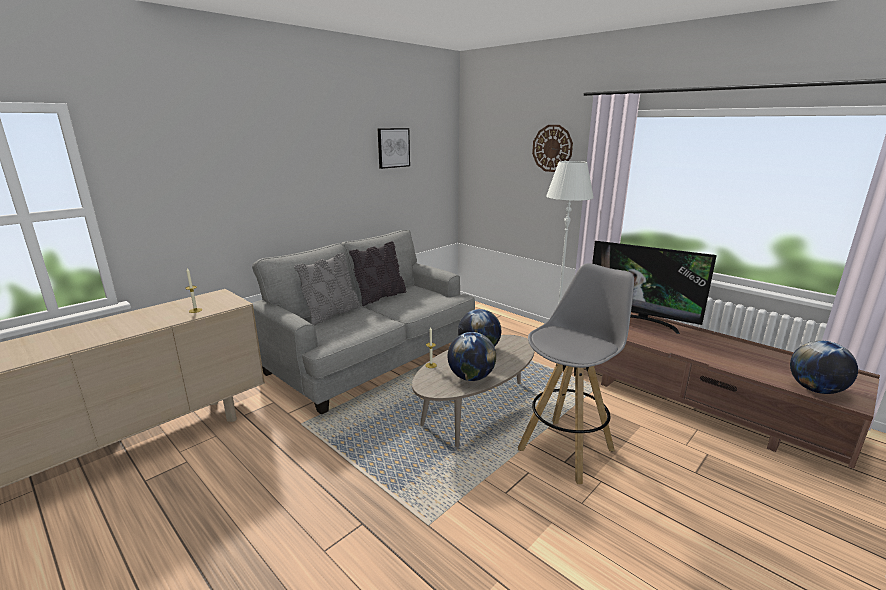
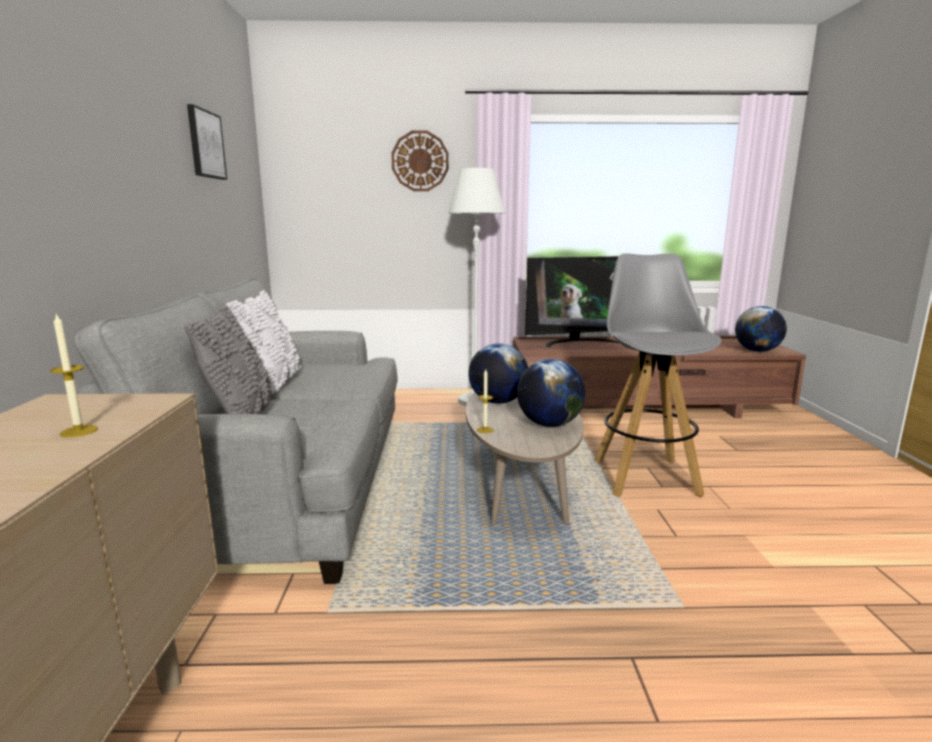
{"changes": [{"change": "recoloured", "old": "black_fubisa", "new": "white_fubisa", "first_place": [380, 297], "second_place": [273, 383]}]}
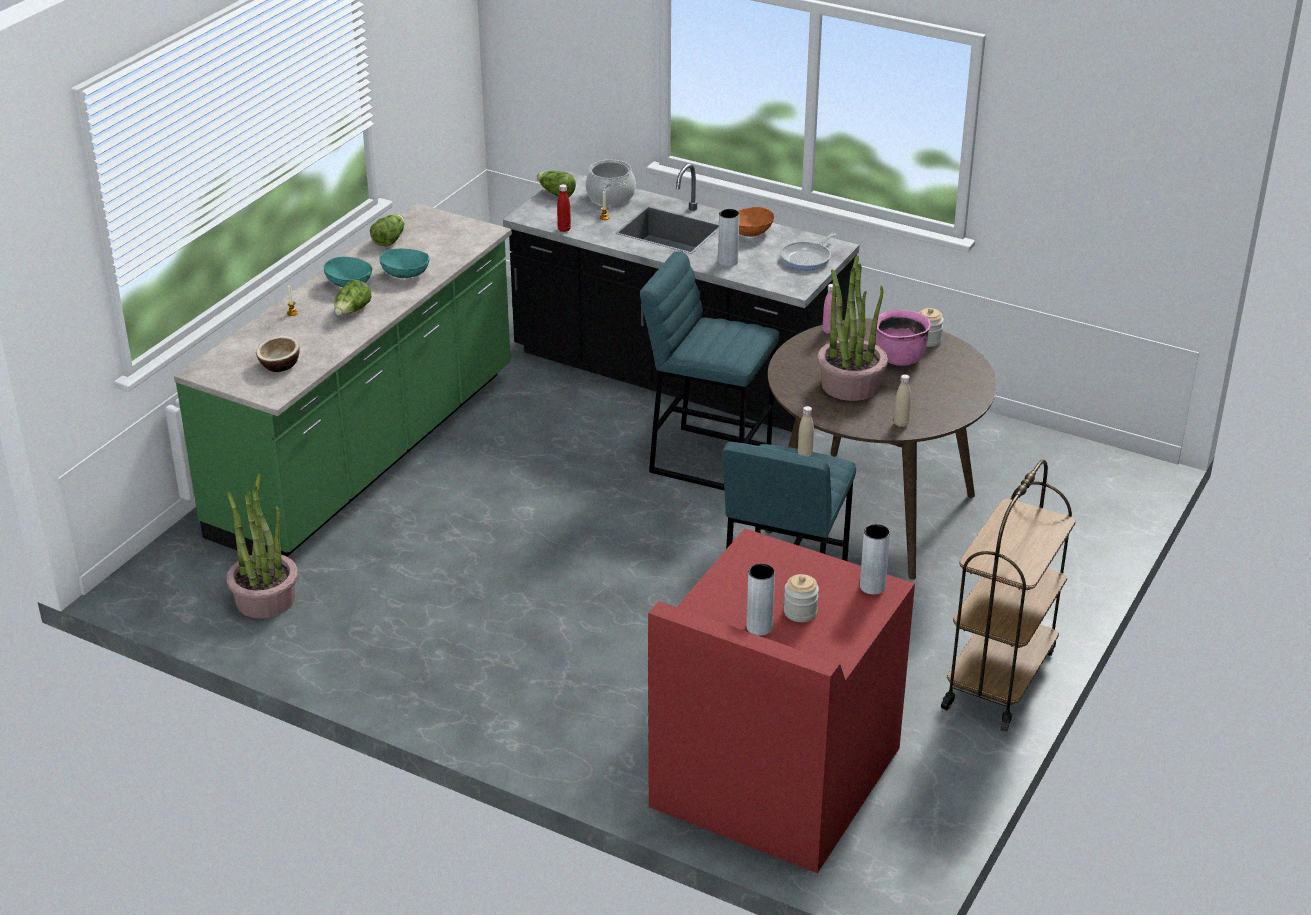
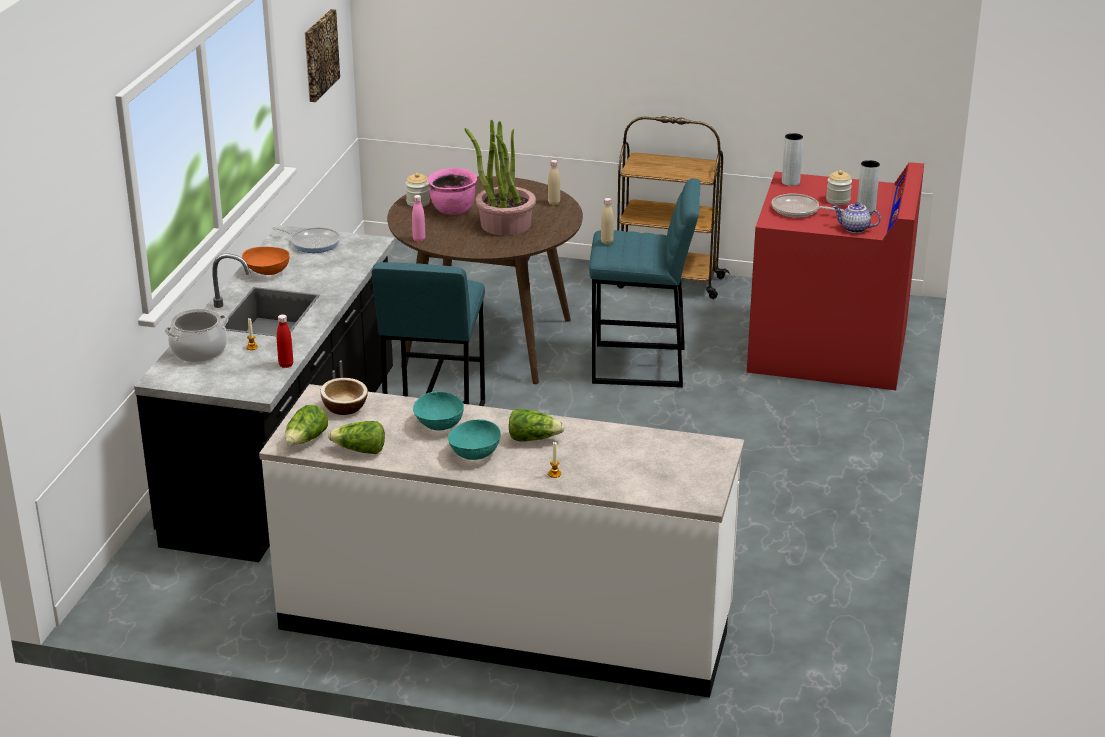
{"changes": [{"change": "removed", "old": "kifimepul", "first_place": [265, 599]}, {"change": "removed", "old": "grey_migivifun", "first_place": [728, 261]}, {"change": "added", "new": "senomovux", "second_place": [319, 55]}, {"change": "added", "new": "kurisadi", "second_place": [798, 210]}, {"change": "added", "new": "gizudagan", "second_place": [854, 229]}, {"change": "moved", "old": "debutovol", "first_place": [280, 365], "second_place": [344, 408]}, {"change": "moved", "old": "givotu", "first_place": [556, 194], "second_place": [306, 440]}, {"change": "recoloured", "old": "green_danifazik", "new": "white_danifazik", "first_place": [368, 455], "second_place": [506, 622]}]}
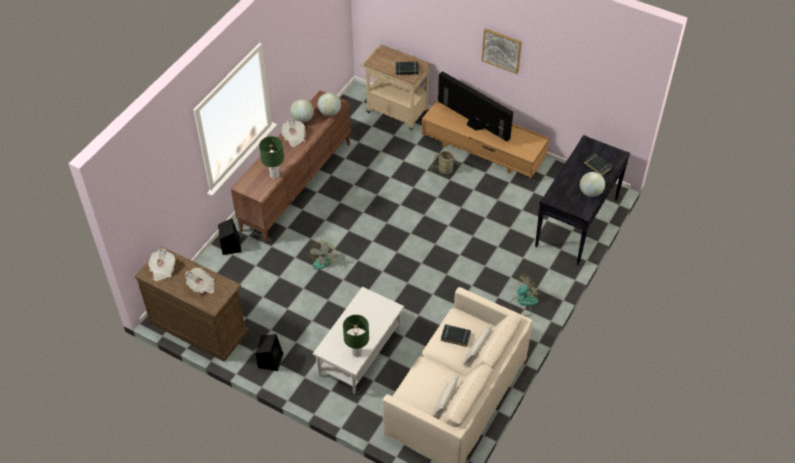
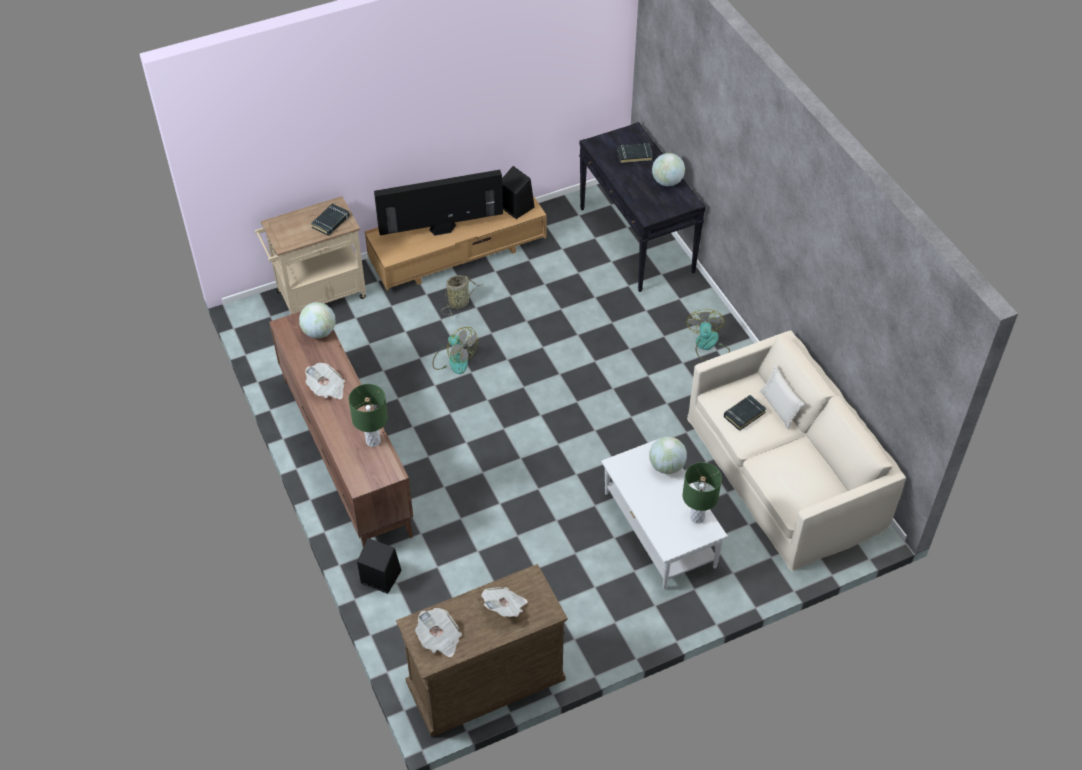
{"changes": [{"change": "removed", "old": "white_fubisa", "first_place": [444, 402]}, {"change": "removed", "old": "senomovux", "first_place": [502, 50]}, {"change": "moved", "old": "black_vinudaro", "first_place": [270, 360], "second_place": [515, 206]}, {"change": "moved", "old": "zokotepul", "first_place": [302, 119], "second_place": [666, 466]}, {"change": "moved", "old": "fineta", "first_place": [322, 259], "second_place": [454, 359]}]}
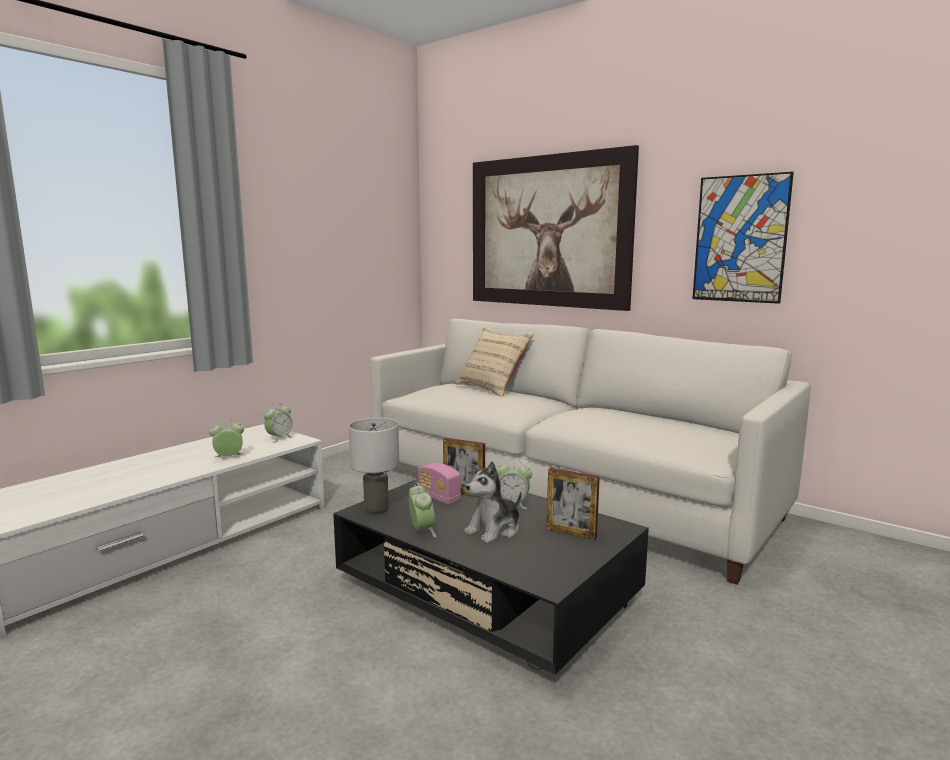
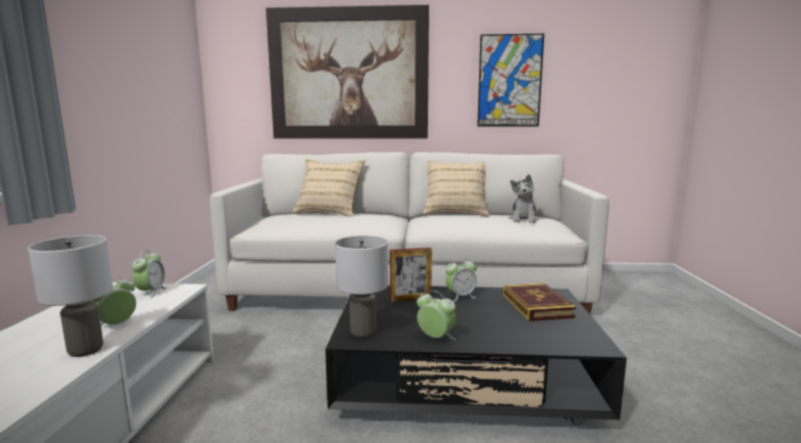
{"changes": [{"change": "removed", "old": "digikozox", "first_place": [439, 498]}, {"change": "added", "new": "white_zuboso", "second_place": [83, 351]}, {"change": "added", "new": "beige_fubisa", "second_place": [455, 212]}, {"change": "moved", "old": "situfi", "first_place": [494, 530], "second_place": [523, 219]}, {"change": "replaced", "old": "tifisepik", "new": "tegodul", "first_place": [571, 533], "second_place": [536, 306]}]}
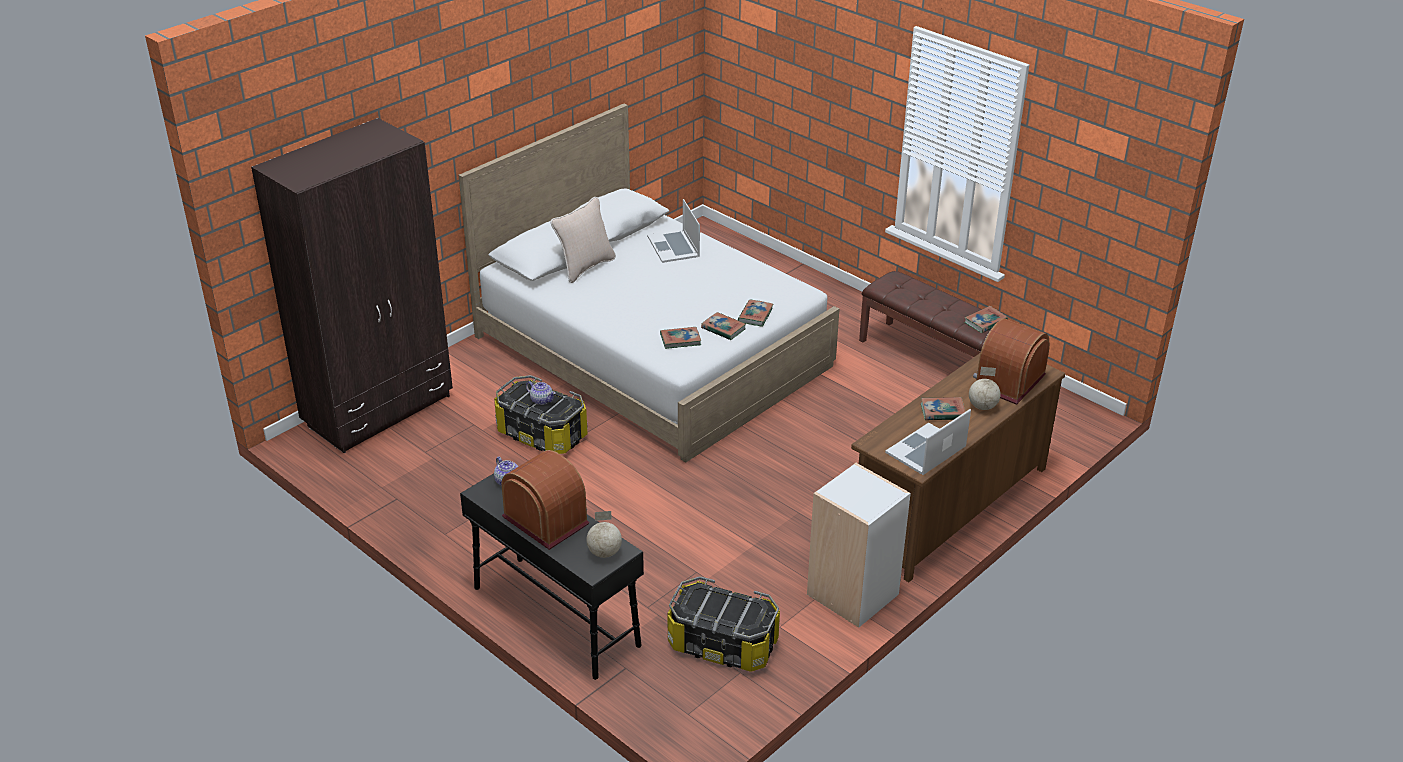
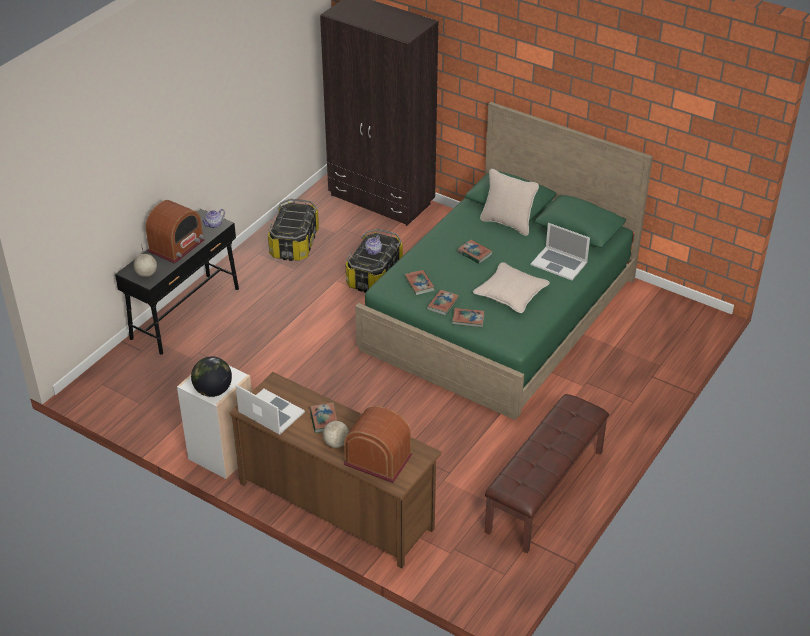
{"changes": [{"change": "added", "new": "zokotepul", "second_place": [213, 391]}, {"change": "added", "new": "beige_fubisa", "second_place": [511, 292]}, {"change": "moved", "old": "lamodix", "first_place": [722, 644], "second_place": [294, 243]}, {"change": "moved", "old": "tegodul", "first_place": [985, 322], "second_place": [474, 253]}, {"change": "recoloured", "old": "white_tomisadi", "new": "green_tomisadi", "first_place": [653, 350], "second_place": [500, 313]}, {"change": "turned", "old": "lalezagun", "first_place": [673, 246], "second_place": [559, 263], "degrees": -120}]}
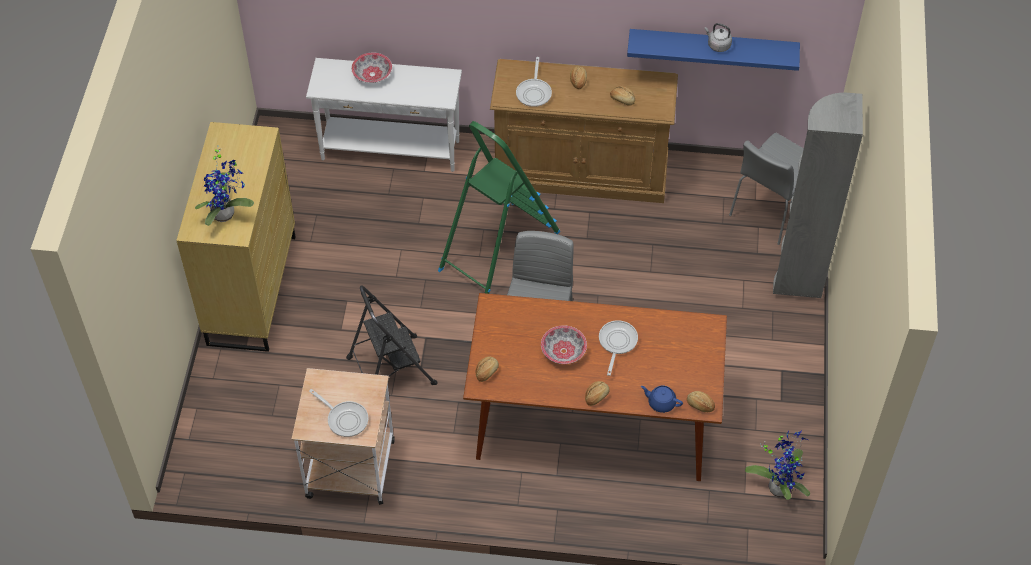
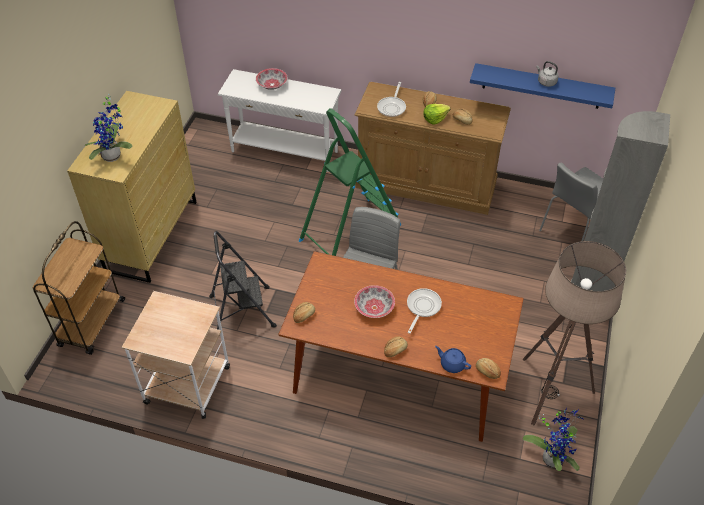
{"changes": [{"change": "removed", "old": "kurisadi", "first_place": [345, 419]}, {"change": "added", "new": "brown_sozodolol", "second_place": [91, 324]}, {"change": "added", "new": "givotu", "second_place": [435, 118]}, {"change": "added", "new": "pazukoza", "second_place": [550, 390]}]}
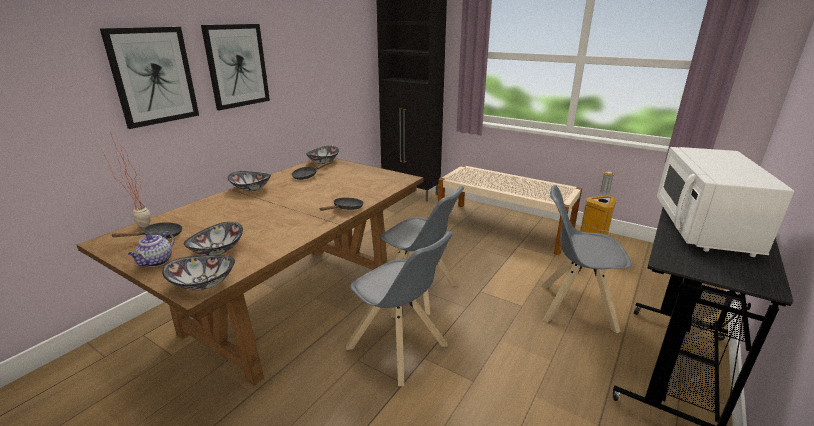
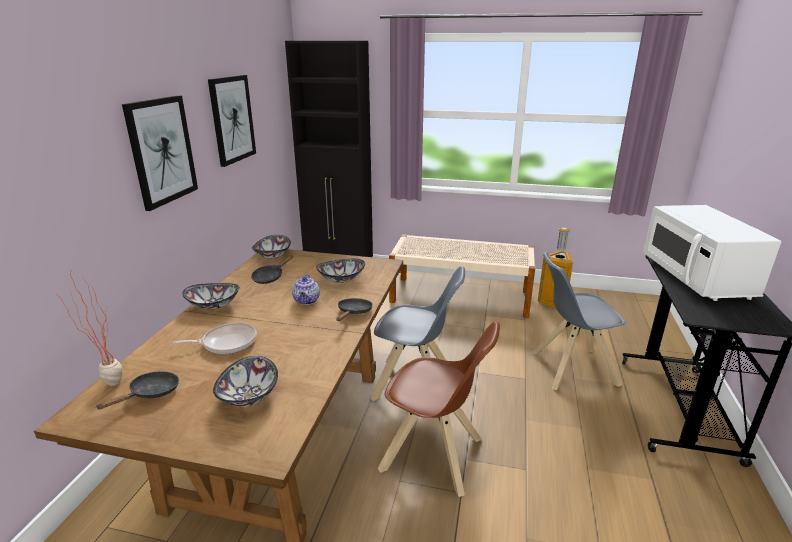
{"changes": [{"change": "added", "new": "kurisadi", "second_place": [227, 342]}, {"change": "moved", "old": "senomovux", "first_place": [153, 76], "second_place": [232, 119]}, {"change": "moved", "old": "gizudagan", "first_place": [156, 262], "second_place": [307, 301]}, {"change": "moved", "old": "debutovol", "first_place": [204, 283], "second_place": [341, 279]}, {"change": "recoloured", "old": "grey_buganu", "new": "brown_buganu", "first_place": [399, 348], "second_place": [435, 455]}]}
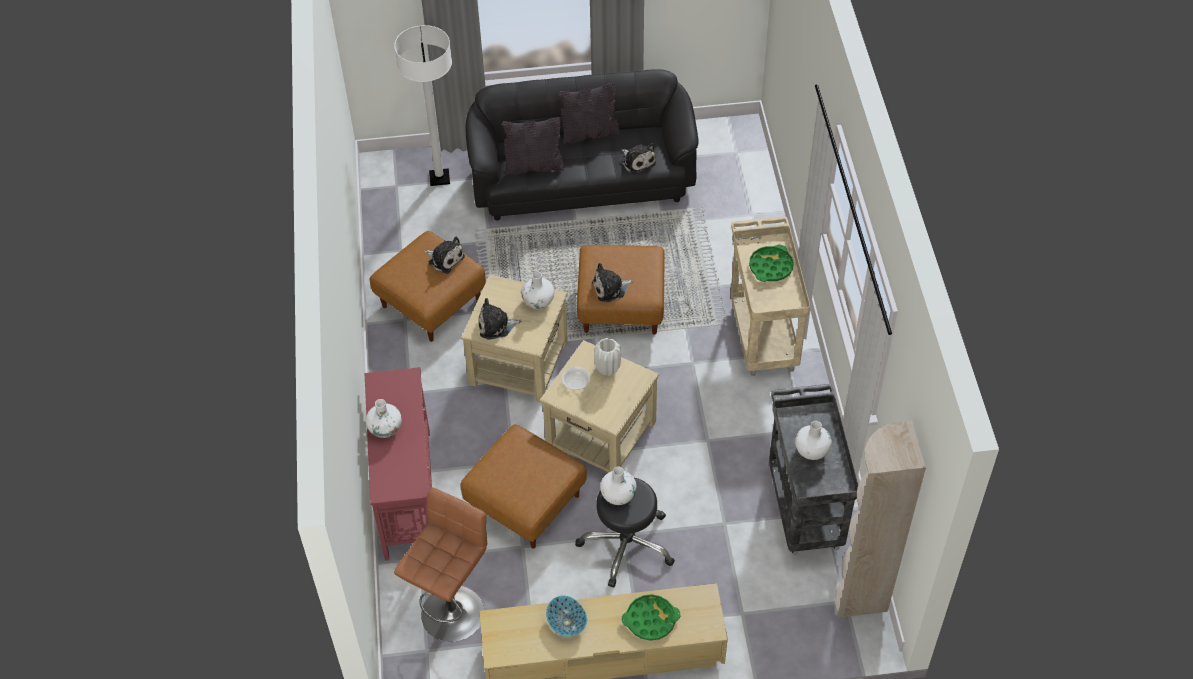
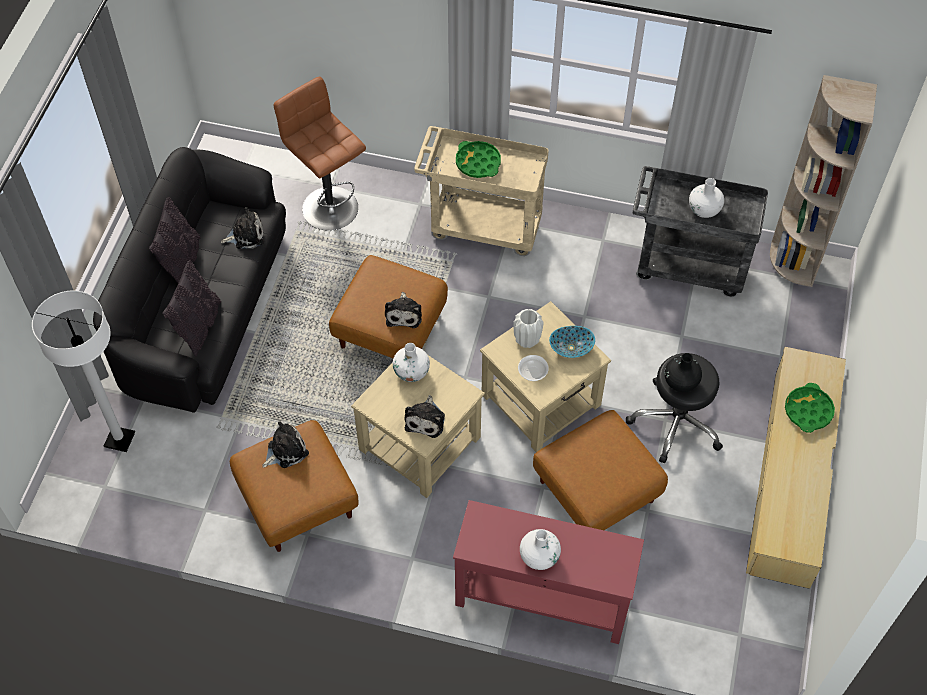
{"changes": [{"change": "moved", "old": "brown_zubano", "first_place": [453, 613], "second_place": [330, 208]}, {"change": "moved", "old": "debutovol", "first_place": [567, 622], "second_place": [571, 347]}, {"change": "recoloured", "old": "white_migivifun", "new": "black_migivifun", "first_place": [618, 495], "second_place": [680, 382]}]}
